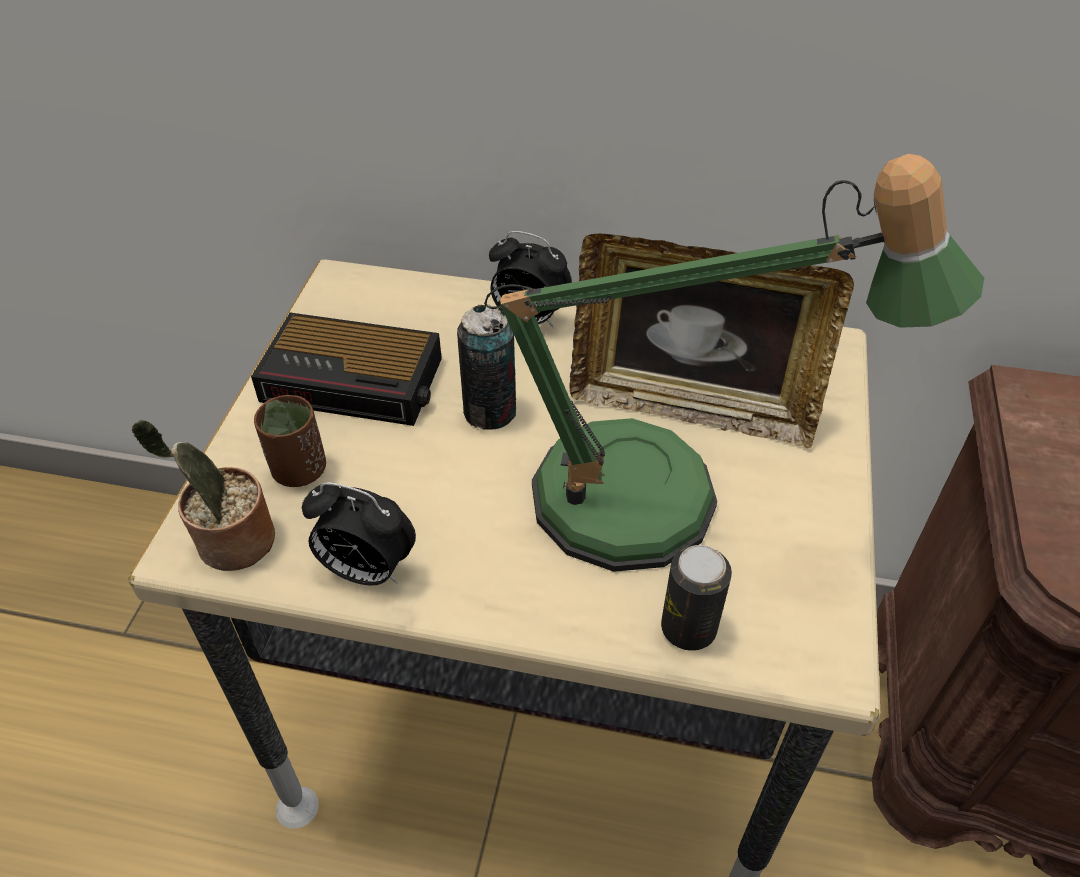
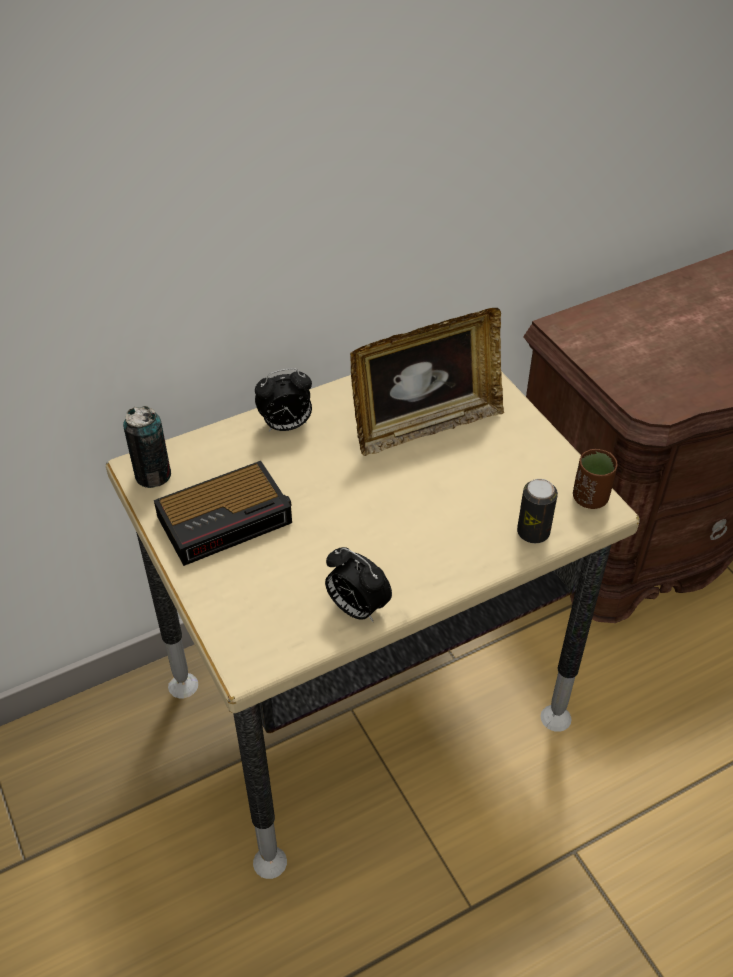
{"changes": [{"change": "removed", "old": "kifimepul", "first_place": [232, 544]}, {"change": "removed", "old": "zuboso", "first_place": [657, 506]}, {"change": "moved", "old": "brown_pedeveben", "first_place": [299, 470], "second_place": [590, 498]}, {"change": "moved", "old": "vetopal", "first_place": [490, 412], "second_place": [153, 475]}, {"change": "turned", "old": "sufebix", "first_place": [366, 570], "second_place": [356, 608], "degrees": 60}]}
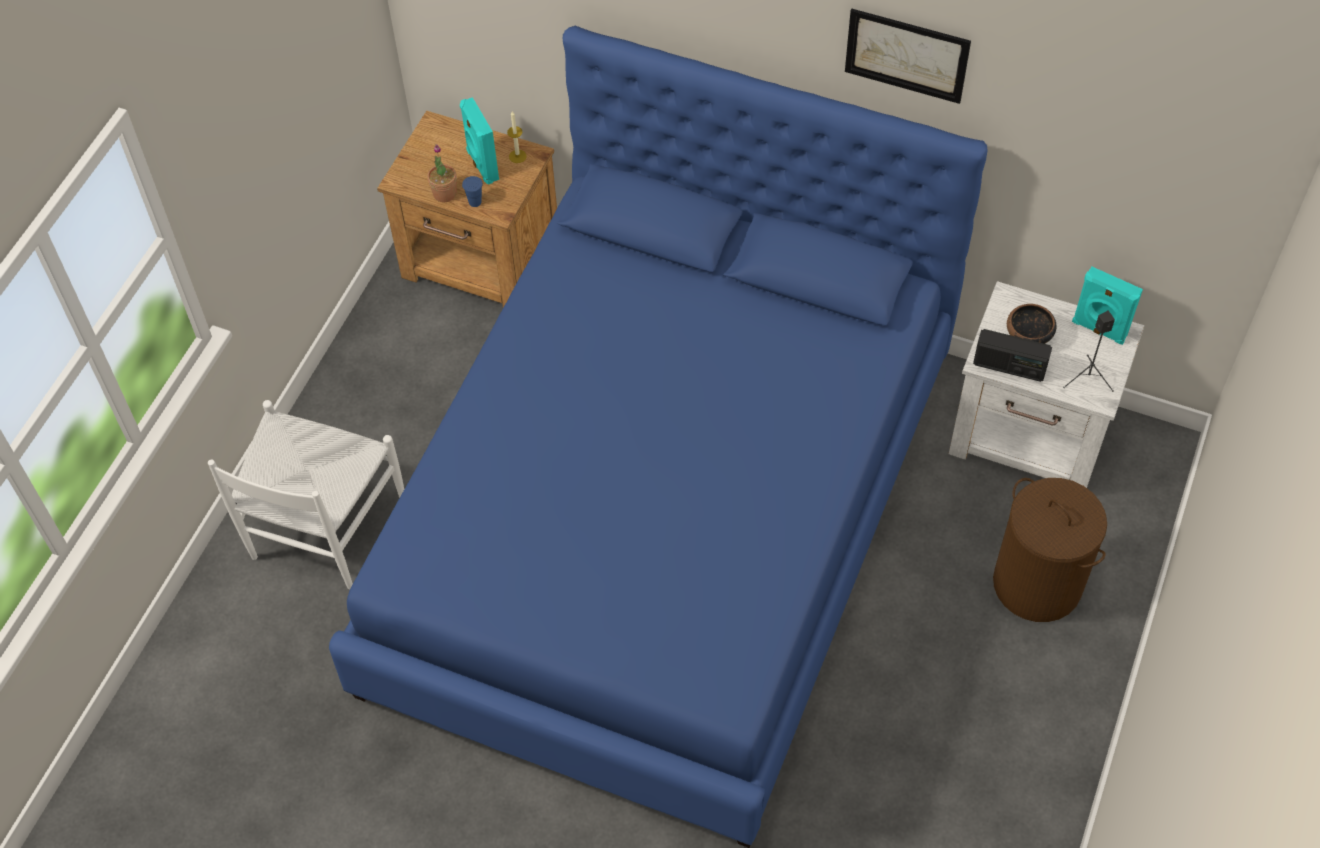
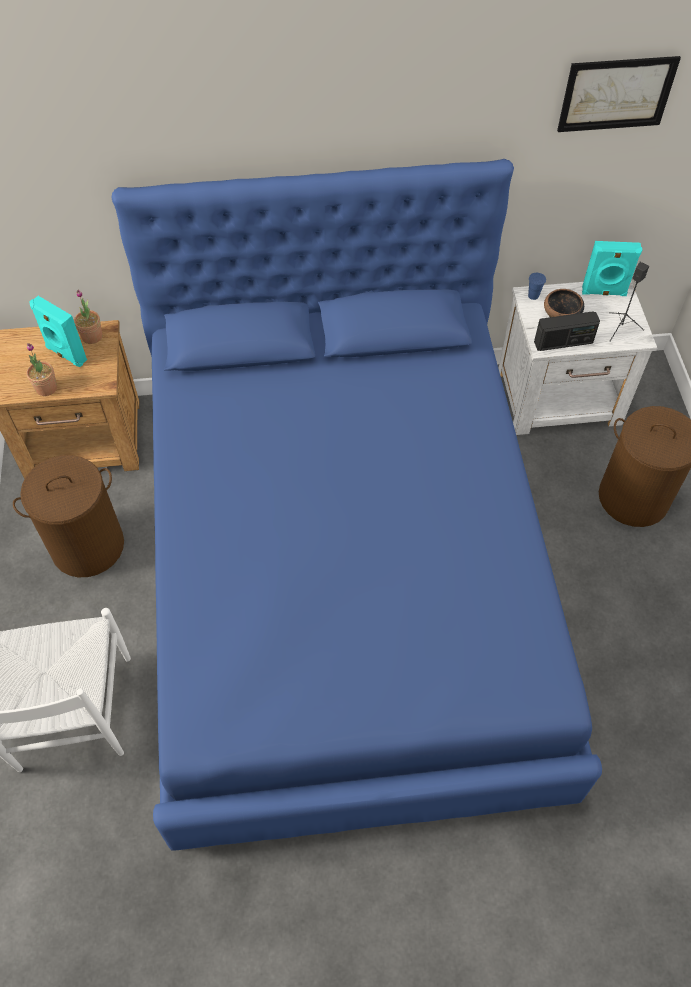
{"changes": [{"change": "added", "new": "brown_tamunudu", "second_place": [88, 546]}, {"change": "moved", "old": "blue_pedeveben", "first_place": [475, 202], "second_place": [533, 296]}, {"change": "moved", "old": "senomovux", "first_place": [906, 55], "second_place": [616, 94]}, {"change": "replaced", "old": "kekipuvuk", "new": "kifimepul", "first_place": [517, 156], "second_place": [92, 336]}]}
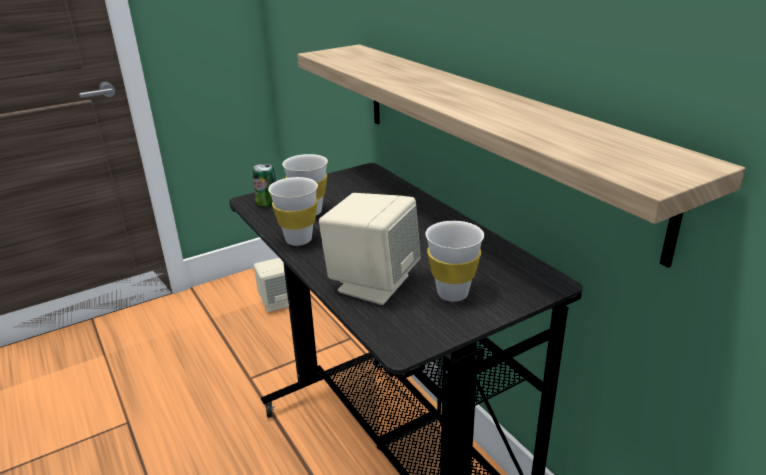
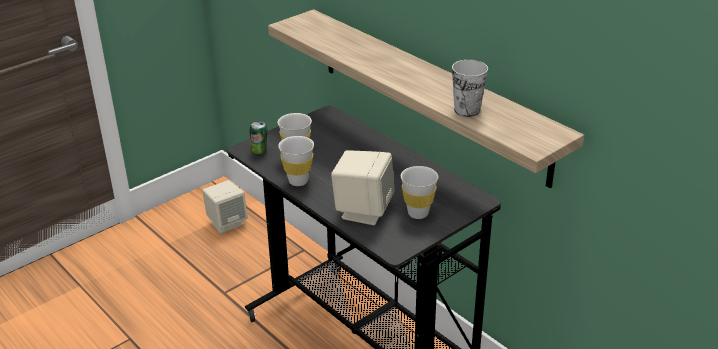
{"changes": [{"change": "added", "new": "pedeveben", "second_place": [467, 110]}]}
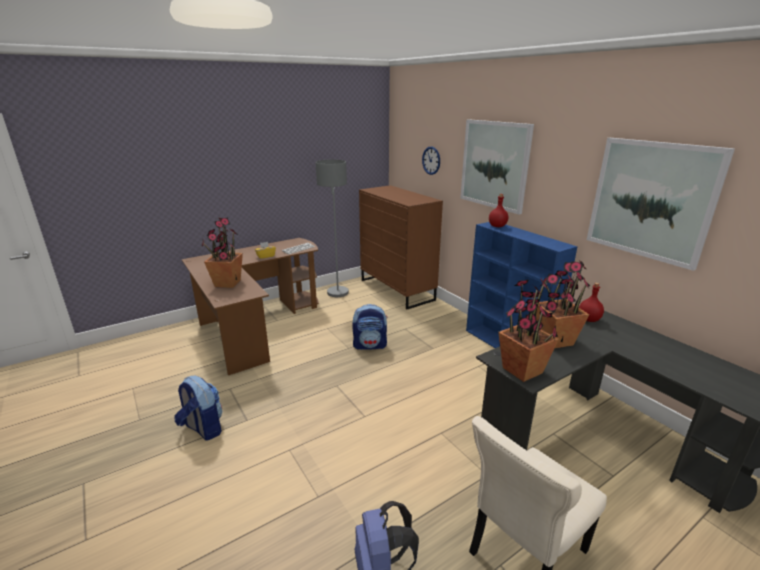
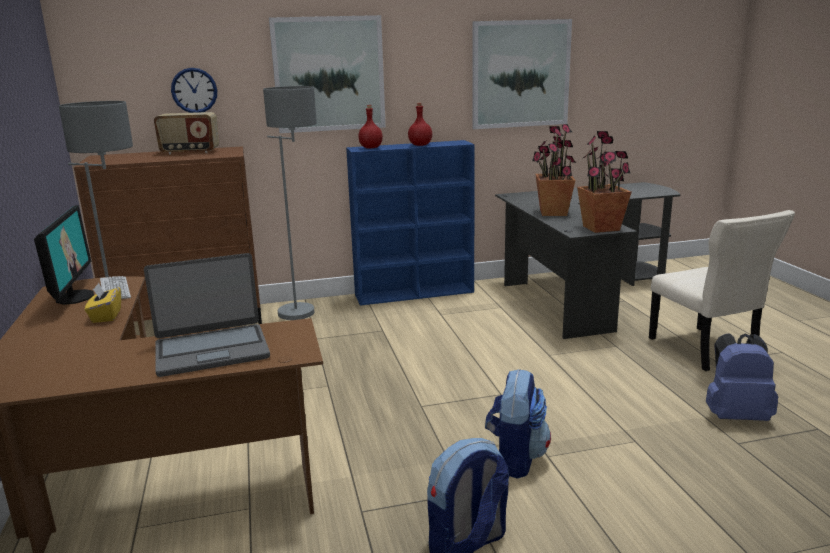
{"changes": [{"change": "added", "new": "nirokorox", "second_place": [74, 297]}, {"change": "added", "new": "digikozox", "second_place": [190, 152]}, {"change": "added", "new": "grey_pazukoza", "second_place": [304, 315]}, {"change": "moved", "old": "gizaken", "first_place": [370, 345], "second_place": [515, 458]}, {"change": "moved", "old": "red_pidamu", "first_place": [588, 319], "second_place": [420, 145]}, {"change": "replaced", "old": "kifimepul", "new": "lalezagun", "first_place": [227, 283], "second_place": [211, 350]}]}
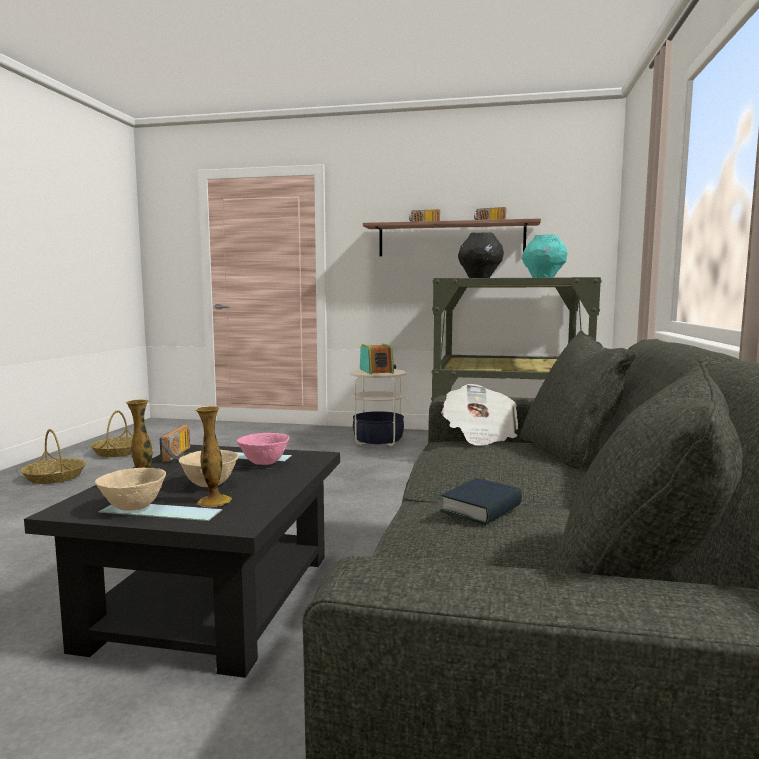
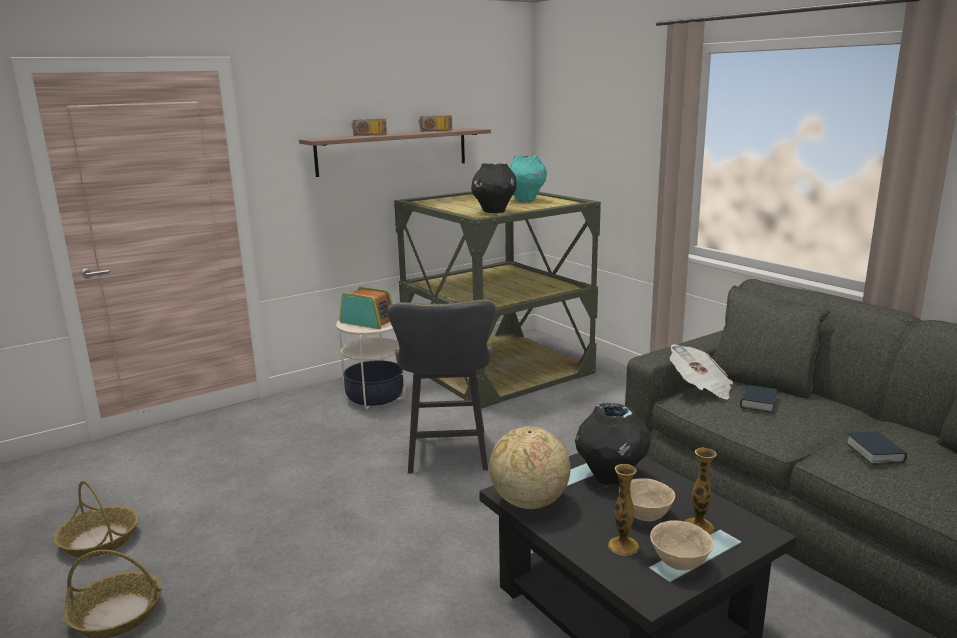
{"changes": [{"change": "added", "new": "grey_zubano", "second_place": [447, 458]}, {"change": "added", "new": "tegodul", "second_place": [758, 403]}, {"change": "replaced", "old": "digikozox", "new": "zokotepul", "first_place": [180, 455], "second_place": [529, 502]}, {"change": "replaced", "old": "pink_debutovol", "new": "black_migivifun", "first_place": [263, 463], "second_place": [610, 477]}]}
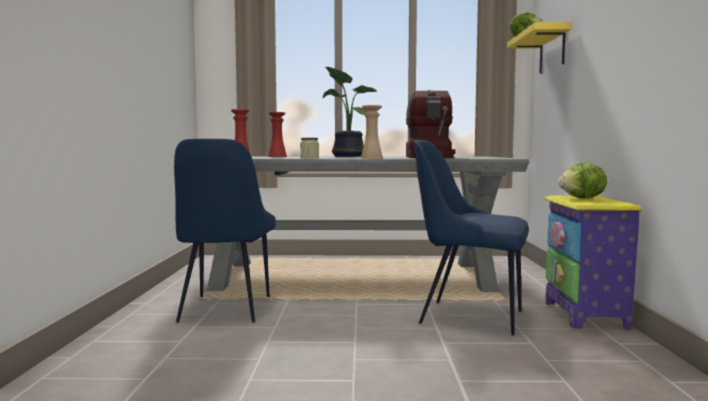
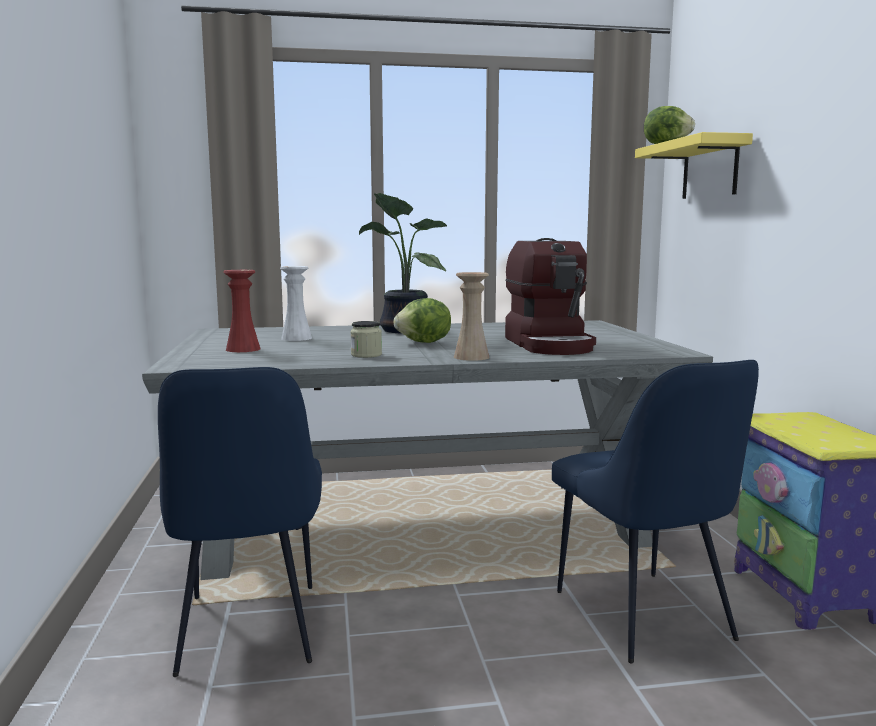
{"changes": [{"change": "moved", "old": "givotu", "first_place": [583, 198], "second_place": [424, 343]}, {"change": "recoloured", "old": "red_migivifun", "new": "white_migivifun", "first_place": [277, 156], "second_place": [296, 338]}, {"change": "turned", "old": "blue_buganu", "first_place": [470, 317], "second_place": [644, 615], "degrees": -120}]}
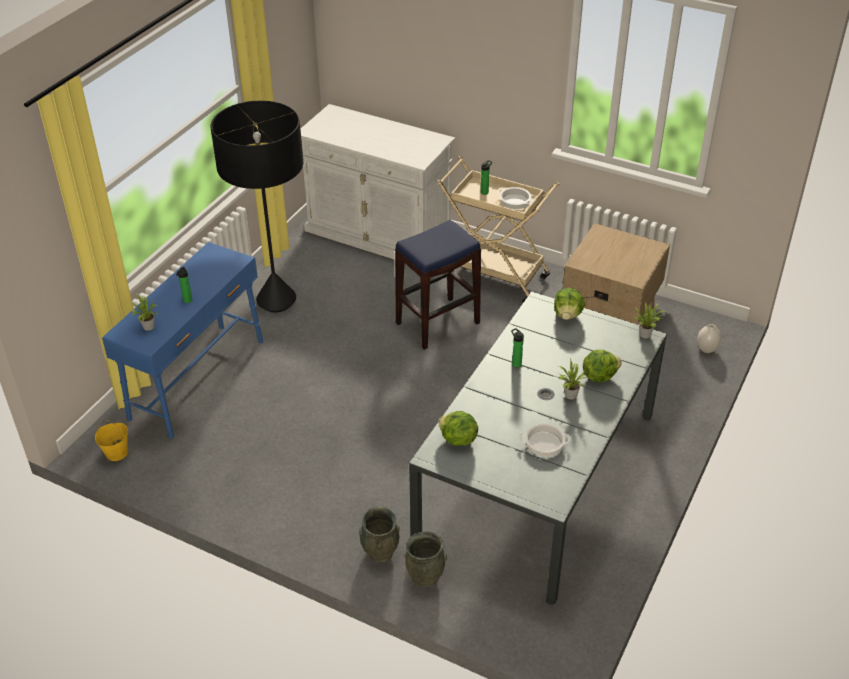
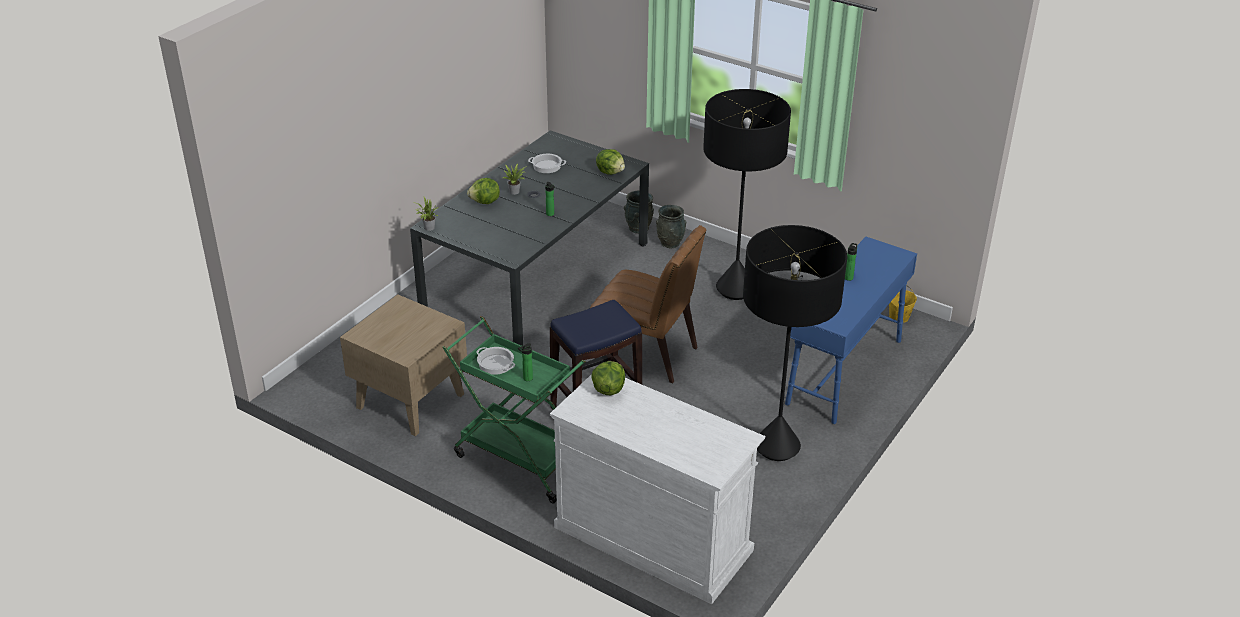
{"changes": [{"change": "removed", "old": "kifimepul", "first_place": [147, 327]}, {"change": "removed", "old": "white_migivifun", "first_place": [706, 350]}, {"change": "added", "new": "brown_buganu", "second_place": [645, 354]}, {"change": "added", "new": "black_pazukoza", "second_place": [735, 291]}, {"change": "moved", "old": "givotu", "first_place": [567, 315], "second_place": [608, 389]}, {"change": "recoloured", "old": "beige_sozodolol", "new": "green_sozodolol", "first_place": [492, 278], "second_place": [521, 461]}]}
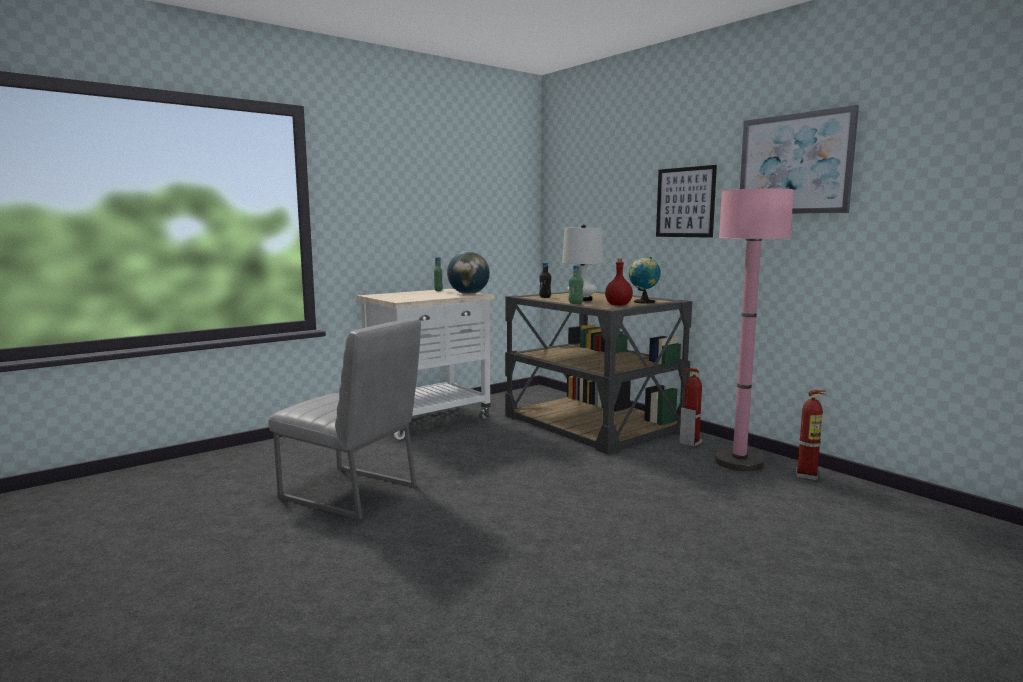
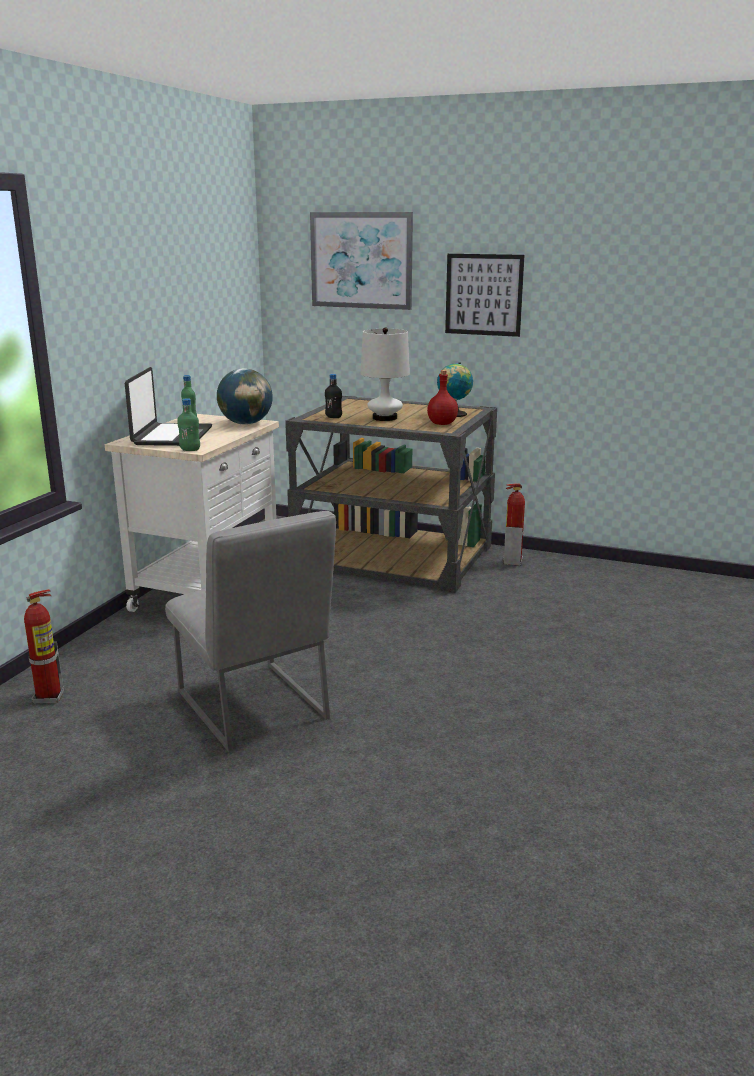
{"changes": [{"change": "removed", "old": "pink_pazukoza", "first_place": [739, 462]}, {"change": "added", "new": "lalezagun", "second_place": [171, 436]}, {"change": "moved", "old": "green_pidamu", "first_place": [575, 303], "second_place": [190, 450]}, {"change": "moved", "old": "senomovux", "first_place": [794, 164], "second_place": [361, 260]}, {"change": "moved", "old": "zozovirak", "first_place": [807, 475], "second_place": [49, 697]}, {"change": "turned", "old": "grey_buganu", "first_place": [351, 492], "second_place": [253, 707], "degrees": 60}]}
